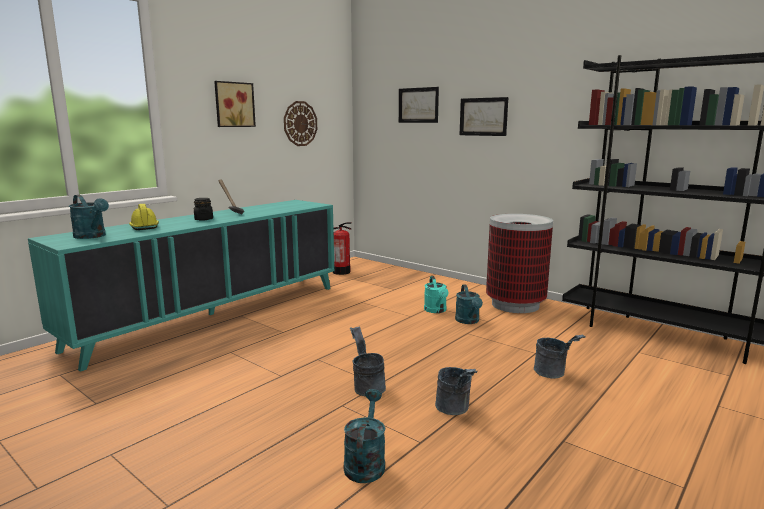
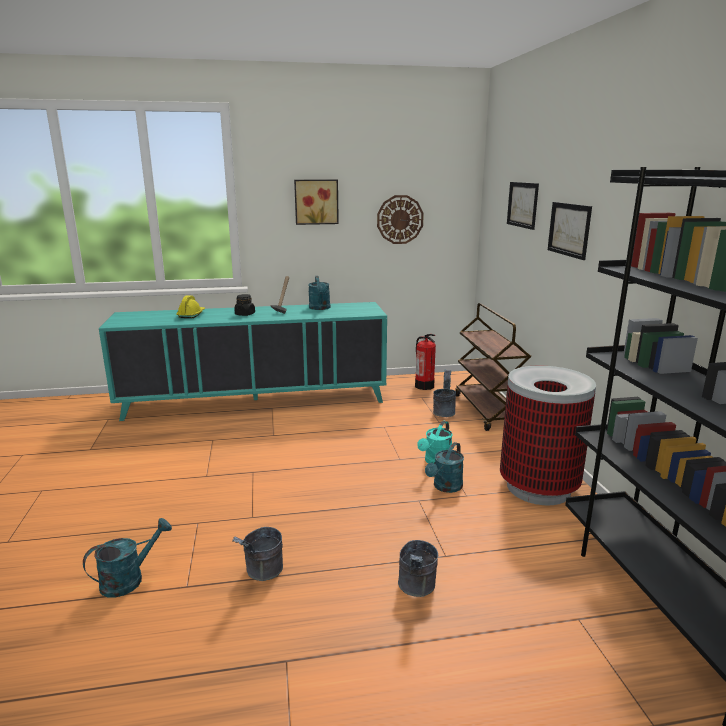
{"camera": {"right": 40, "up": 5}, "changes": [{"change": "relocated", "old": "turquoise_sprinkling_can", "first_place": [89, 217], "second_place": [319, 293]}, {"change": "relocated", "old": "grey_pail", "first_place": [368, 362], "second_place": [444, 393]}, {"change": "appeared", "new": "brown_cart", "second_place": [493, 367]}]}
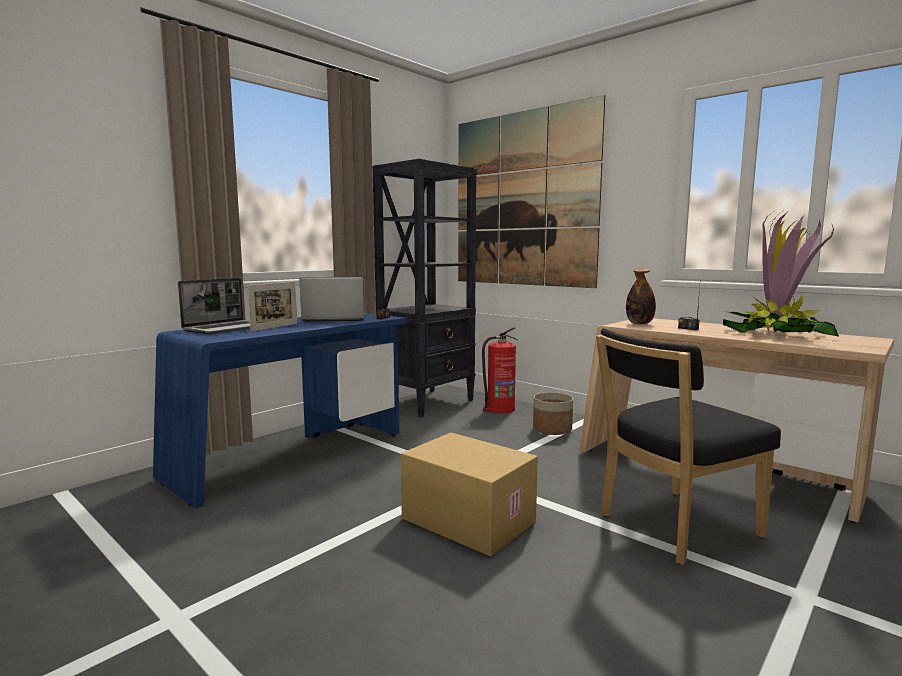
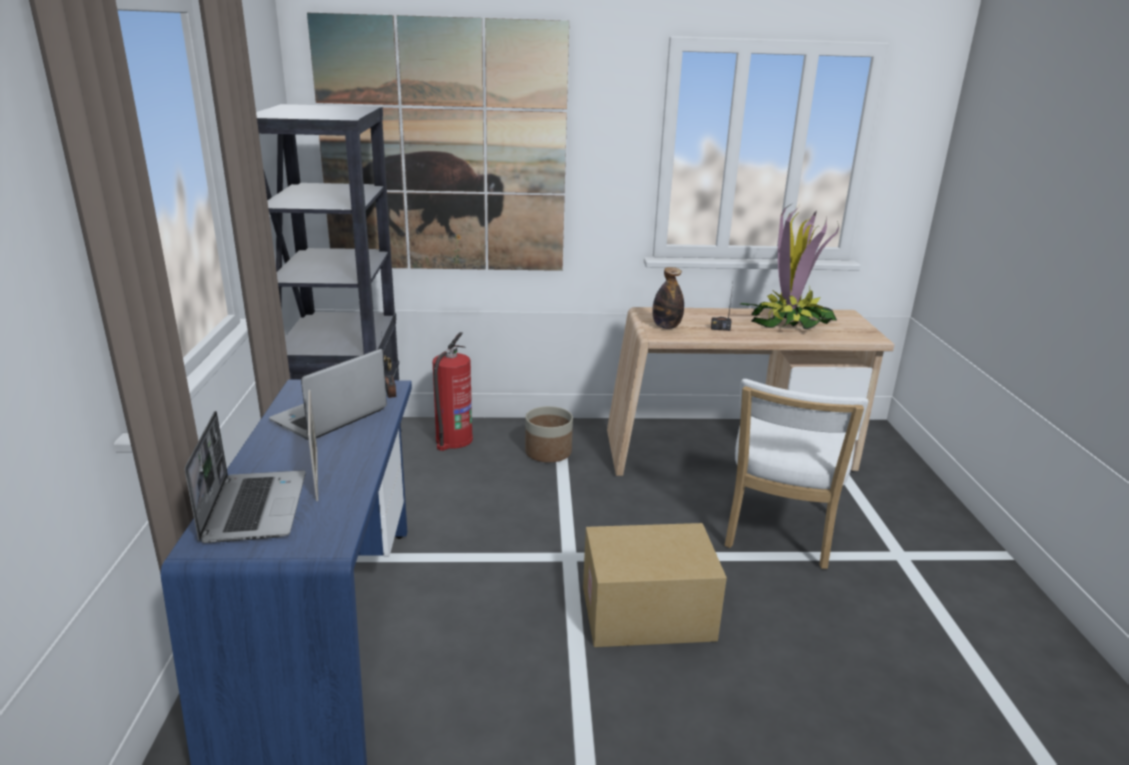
{"camera": {"right": -45, "up": 15}, "changes": [{"change": "colour", "old": "black_chair", "new": "white-coloured_chair", "first_place": [688, 447], "second_place": [796, 474]}]}
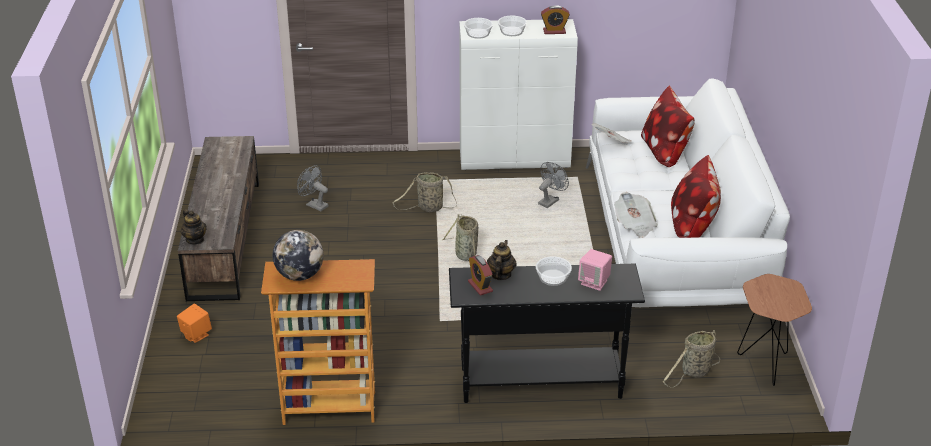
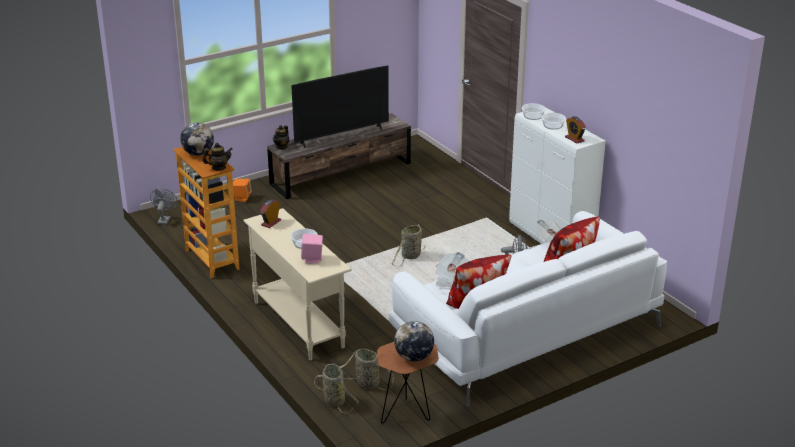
{"camera": {"right": 60, "up": -5}, "changes": [{"change": "relocated", "old": "grey_fan", "first_place": [313, 188], "second_place": [163, 206]}, {"change": "relocated", "old": "basket", "first_place": [424, 192], "second_place": [336, 388]}, {"change": "colour", "old": "black_console_table", "new": "sand-coloured_console_table", "first_place": [547, 333], "second_place": [297, 284]}, {"change": "relocated", "old": "pot_for_tea", "first_place": [502, 260], "second_place": [217, 157]}, {"change": "appeared", "new": "TV", "second_place": [340, 106]}, {"change": "appeared", "new": "globe", "second_place": [414, 341]}]}
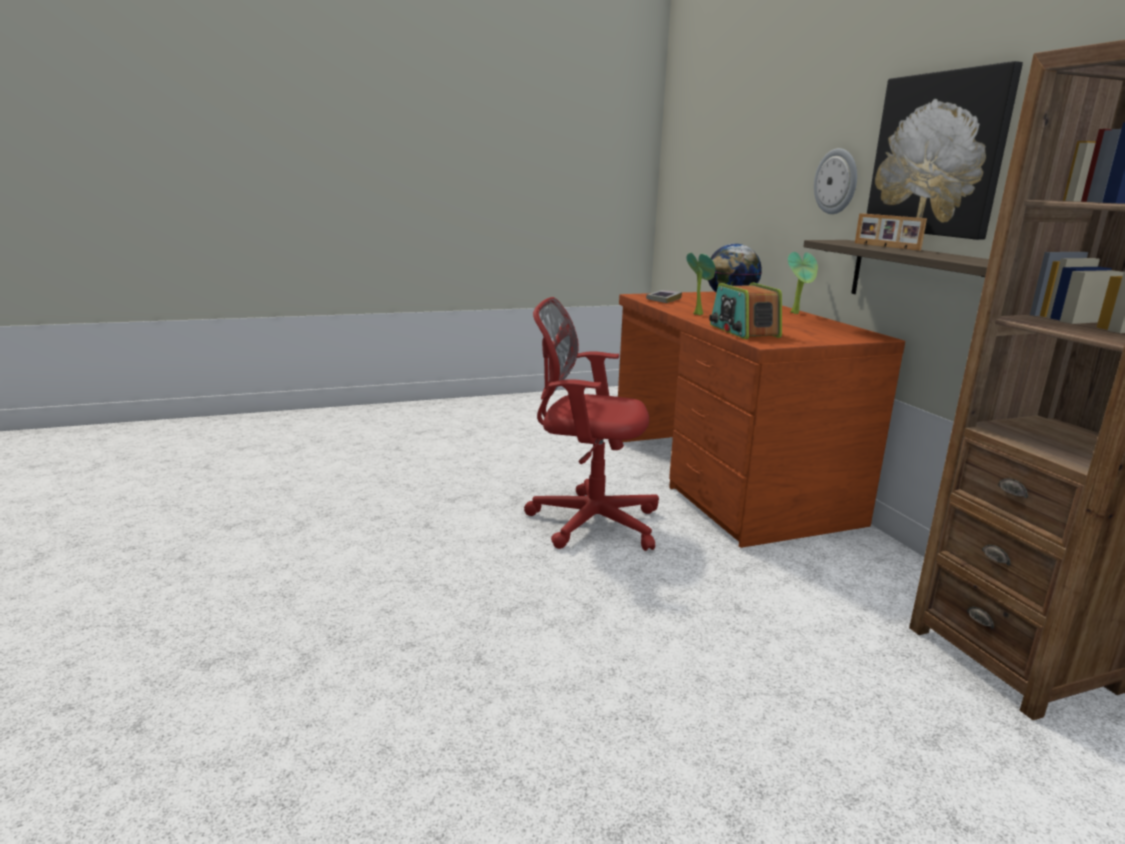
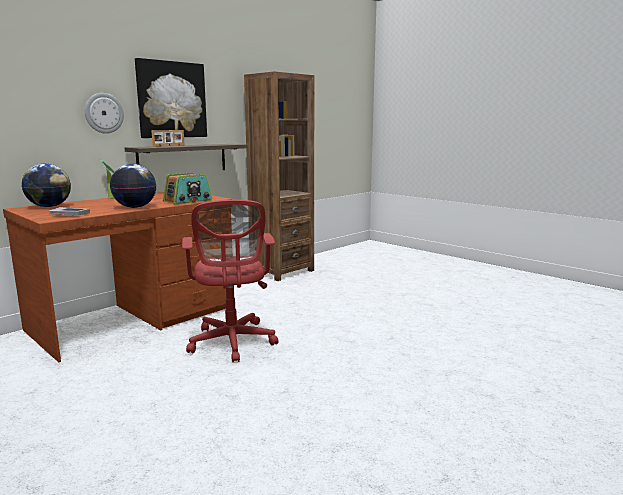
{"camera": {"right": -115, "up": -5}, "changes": [{"change": "exchanged", "old": "houseplant", "new": "globe", "first_place": [700, 284], "second_place": [133, 186]}]}
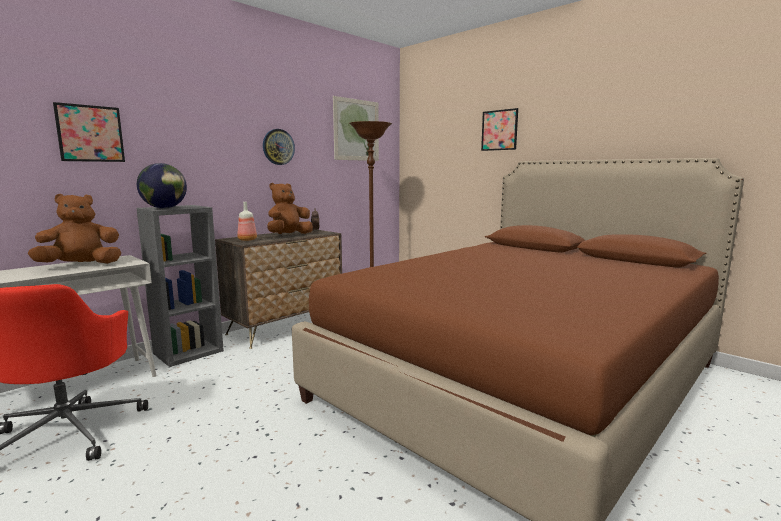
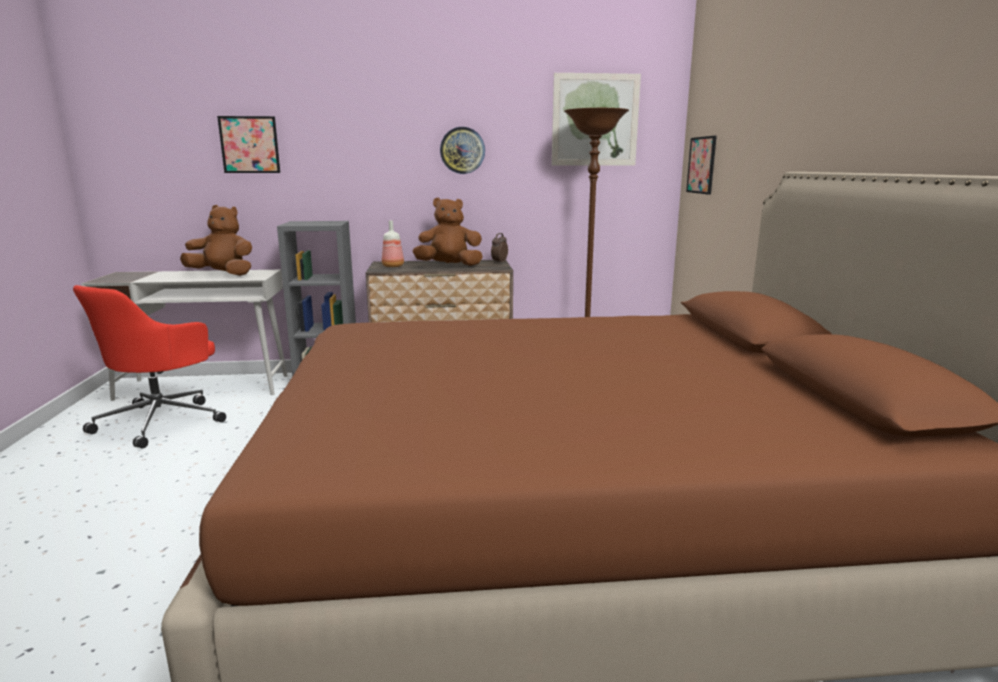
{"camera": {"right": 40, "up": 5}, "changes": [{"change": "missing", "old": "globe", "first_place": [162, 186]}, {"change": "relocated", "old": "wall_picture", "first_place": [499, 129], "second_place": [701, 165]}]}
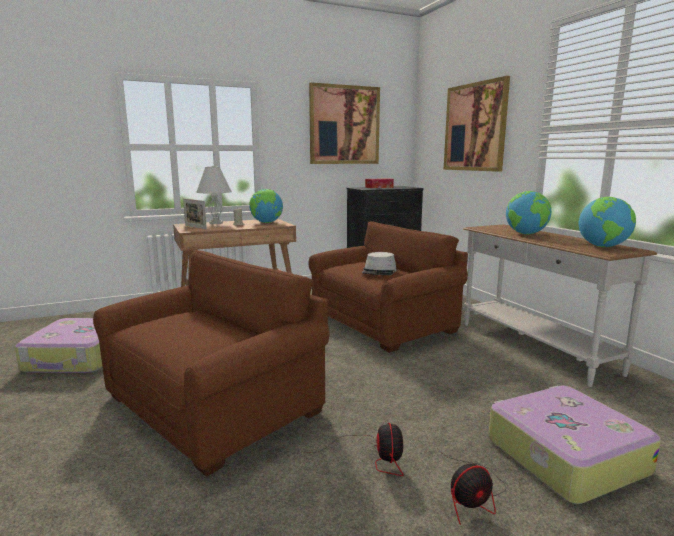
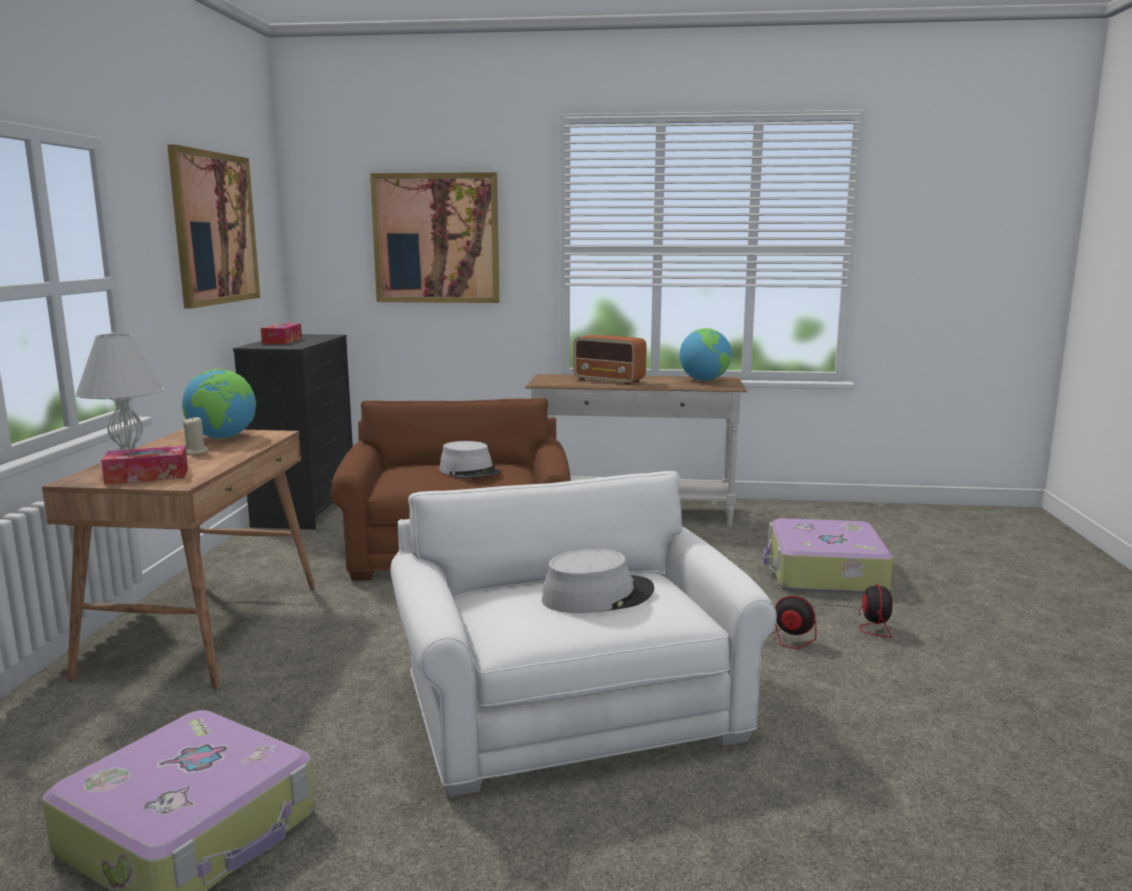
{"camera": {"right": -60, "up": 0}, "changes": [{"change": "colour", "old": "brown_easy_chair", "new": "white-coloured_easy_chair", "first_place": [211, 363], "second_place": [583, 634]}, {"change": "exchanged", "old": "picture_frame", "new": "tissue_holder", "first_place": [195, 214], "second_place": [144, 465]}, {"change": "exchanged", "old": "globe", "new": "radio_receiver", "first_place": [528, 212], "second_place": [610, 360]}, {"change": "appeared", "new": "grey_clothing_hat", "second_place": [598, 581]}]}
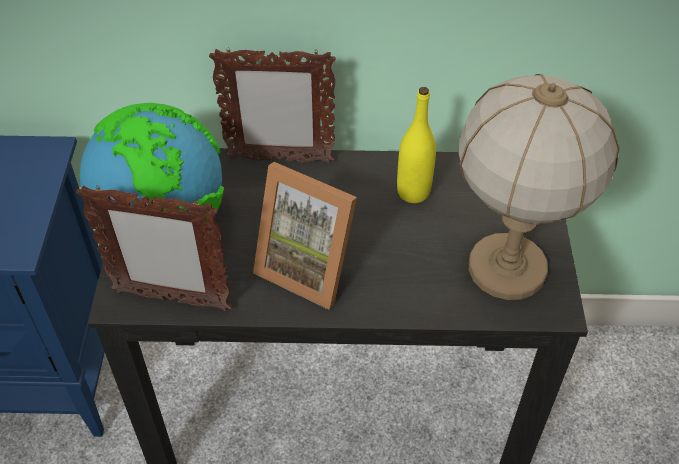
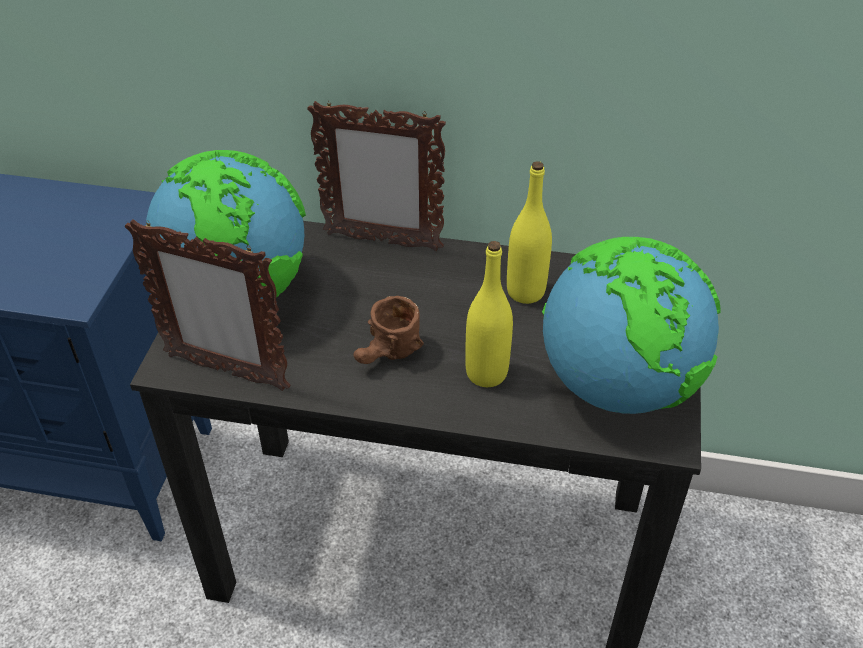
{"camera": {"right": 10, "up": -5}, "changes": [{"change": "exchanged", "old": "picture_frame", "new": "brown_coffee_mug", "first_place": [305, 236], "second_place": [388, 330]}, {"change": "exchanged", "old": "lamp_for_a_table", "new": "globe", "first_place": [538, 187], "second_place": [631, 325]}, {"change": "appeared", "new": "yellowish_drink_bottle", "second_place": [489, 314]}]}
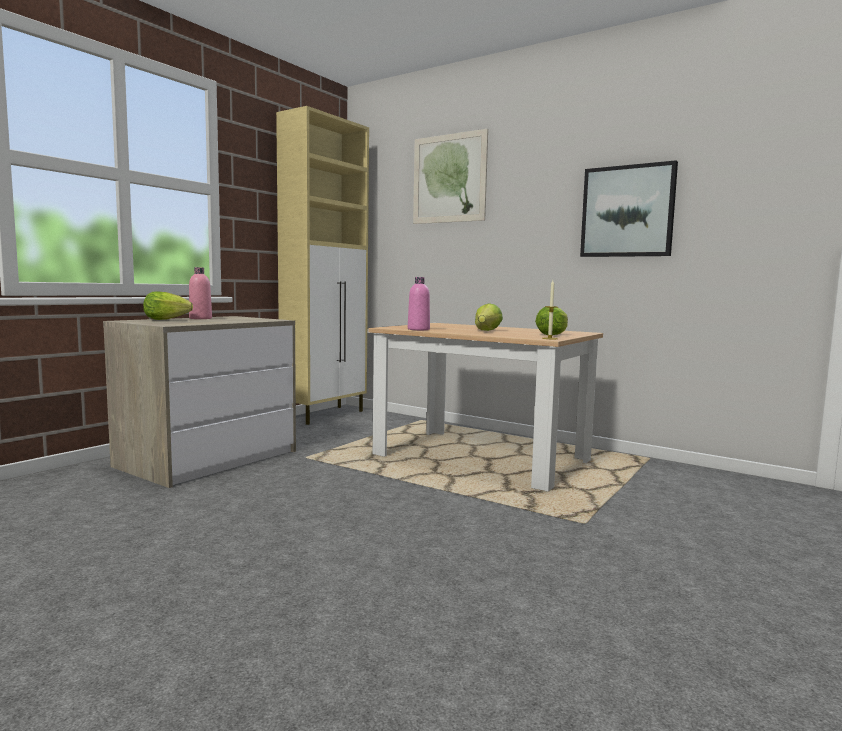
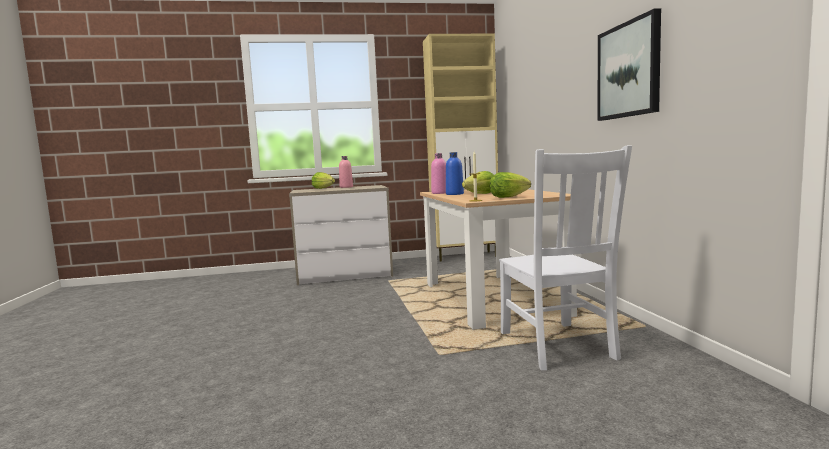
{"camera": {"right": 45, "up": 0}, "changes": [{"change": "missing", "old": "wall_picture", "first_place": [450, 176]}, {"change": "appeared", "new": "blue_drink_bottle", "second_place": [455, 173]}, {"change": "appeared", "new": "white-coloured_chair", "second_place": [565, 257]}]}
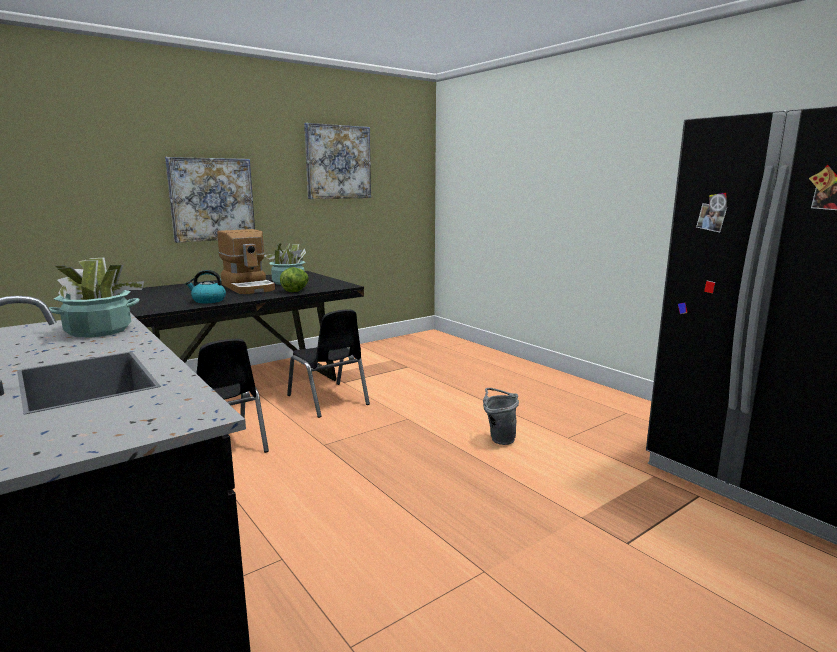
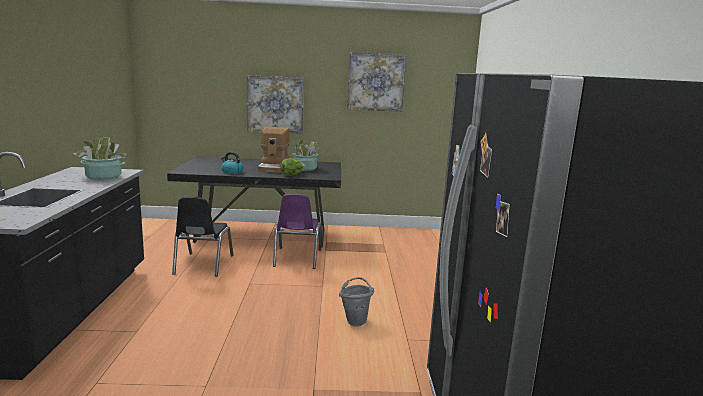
{"camera": {"right": 35, "up": 0}, "changes": [{"change": "colour", "old": "black_chair", "new": "purple-coloured_chair", "first_place": [328, 363], "second_place": [297, 231]}]}
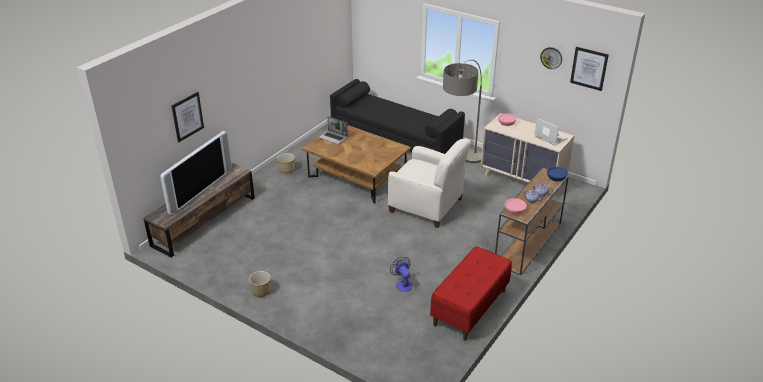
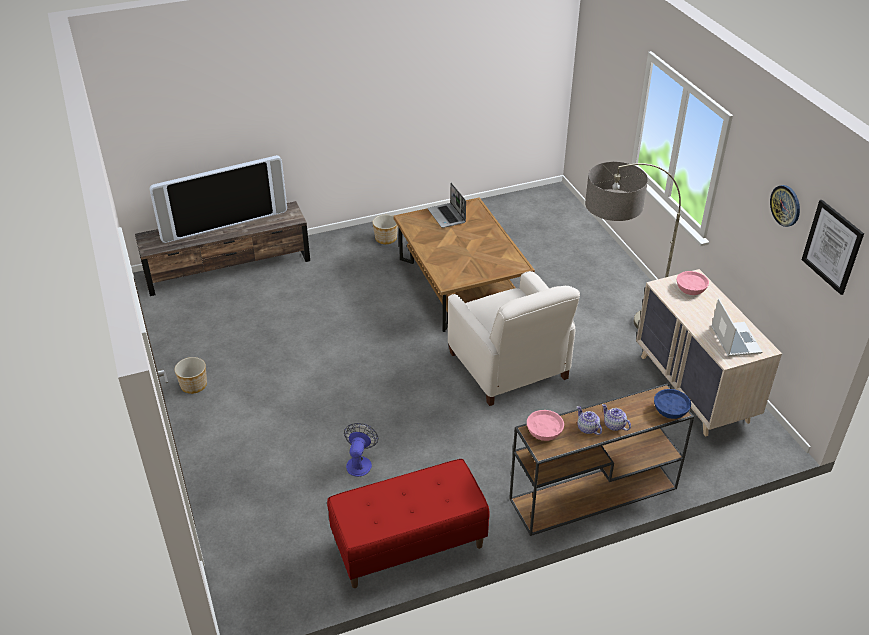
{"camera": {"right": 35, "up": 5}, "changes": [{"change": "missing", "old": "wall_picture", "first_place": [187, 117]}, {"change": "missing", "old": "black_couch", "first_place": [397, 116]}]}
